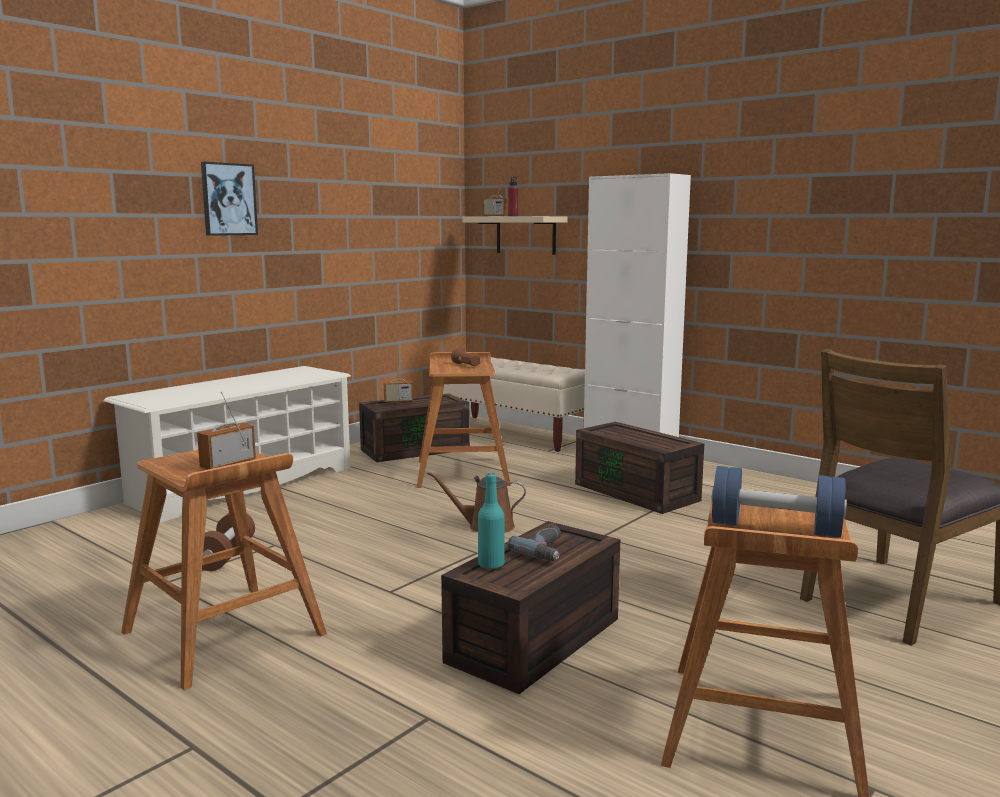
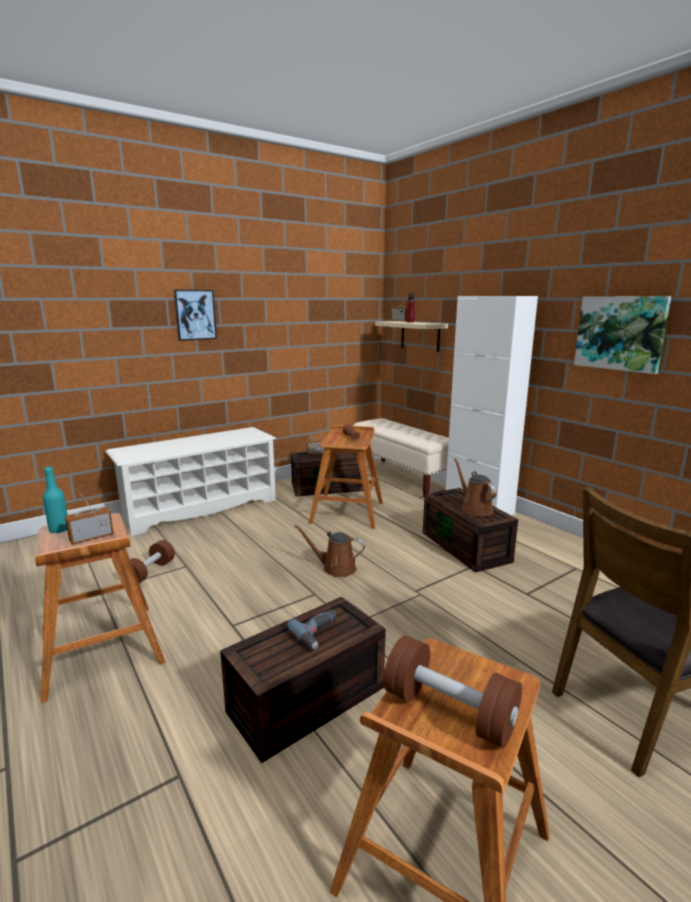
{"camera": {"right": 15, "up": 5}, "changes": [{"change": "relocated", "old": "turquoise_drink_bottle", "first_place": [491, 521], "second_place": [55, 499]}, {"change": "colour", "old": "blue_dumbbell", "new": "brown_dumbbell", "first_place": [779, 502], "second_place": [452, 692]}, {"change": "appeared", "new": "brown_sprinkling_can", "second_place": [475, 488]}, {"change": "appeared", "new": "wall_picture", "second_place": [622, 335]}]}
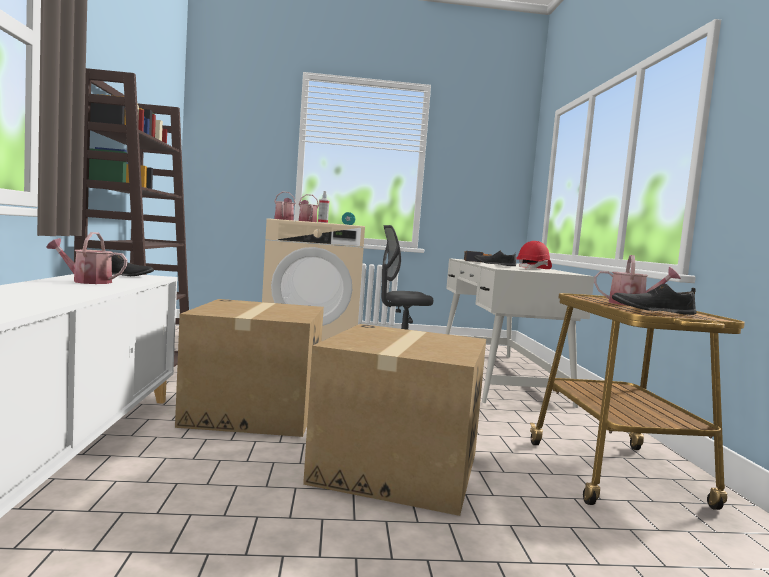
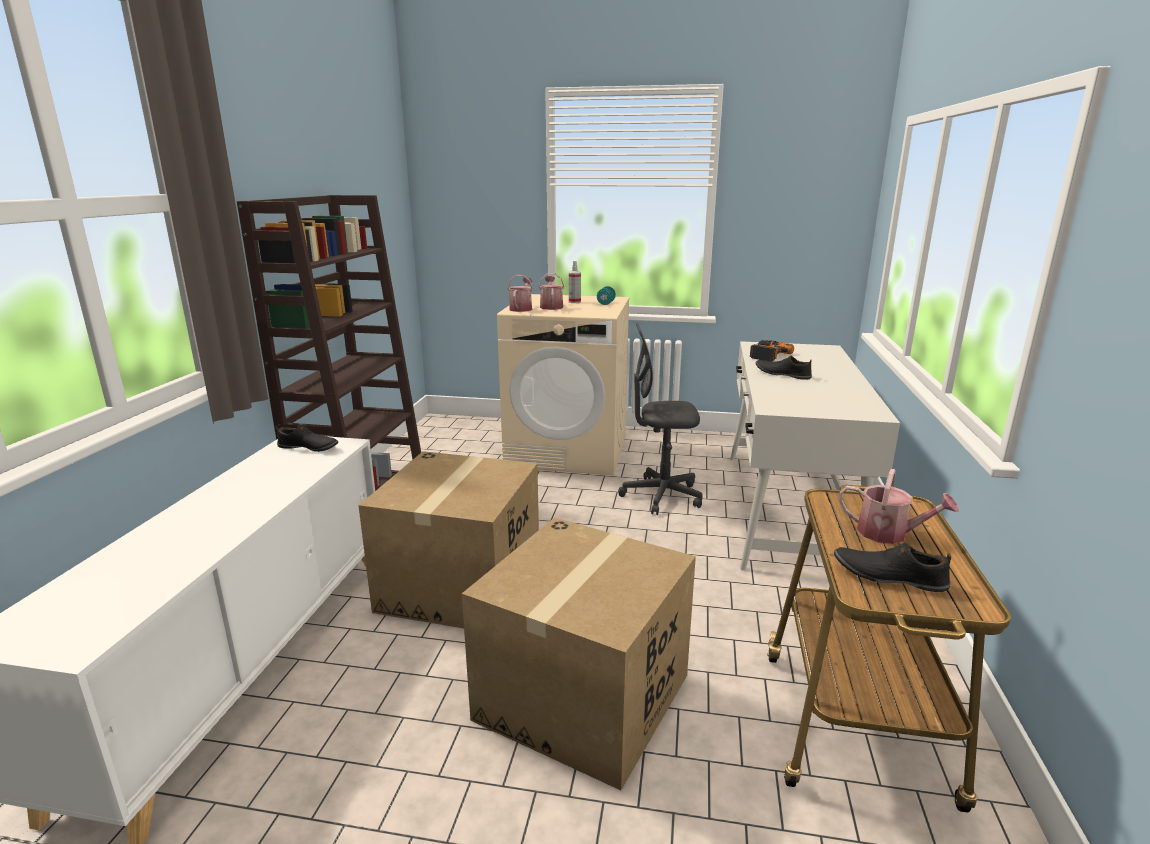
{"camera": {"right": 15, "up": 15}, "changes": [{"change": "missing", "old": "sprinkling_can", "first_place": [86, 258]}, {"change": "missing", "old": "reddish_work_helmet", "first_place": [534, 255]}]}
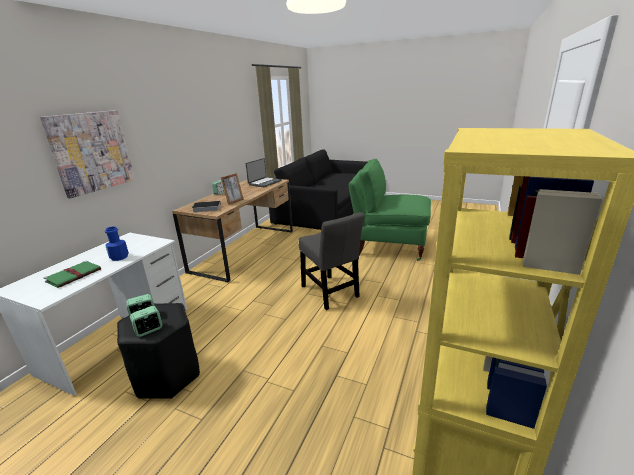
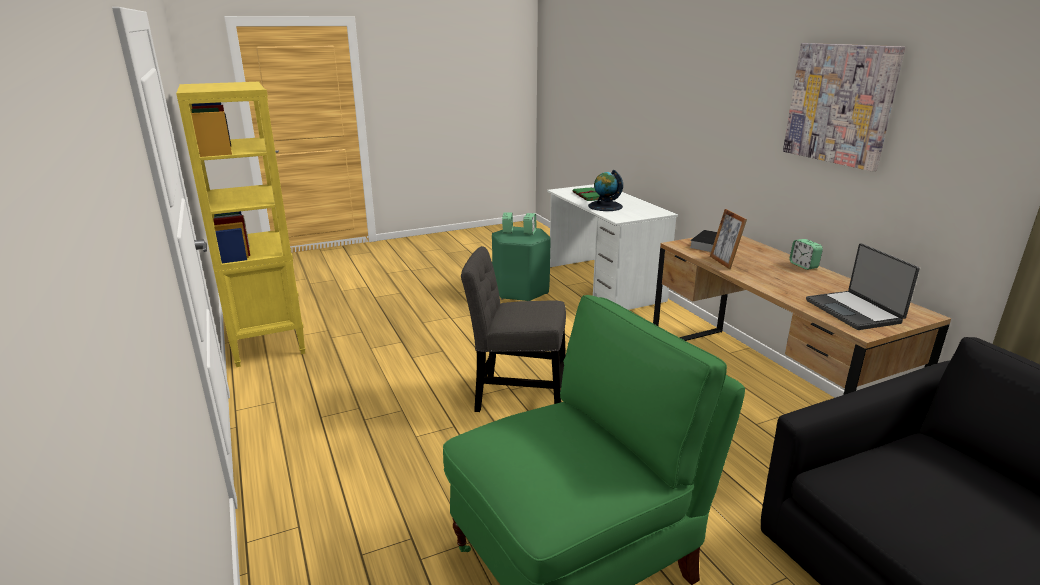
{"camera": {"right": 130, "up": 0}, "changes": [{"change": "relocated", "old": "wall_picture", "first_place": [87, 154], "second_place": [844, 107]}, {"change": "exchanged", "old": "blue_drink_bottle", "new": "globe", "first_place": [117, 244], "second_place": [605, 190]}, {"change": "colour", "old": "black_stool_seat", "new": "green_stool_seat", "first_place": [158, 351], "second_place": [521, 264]}]}
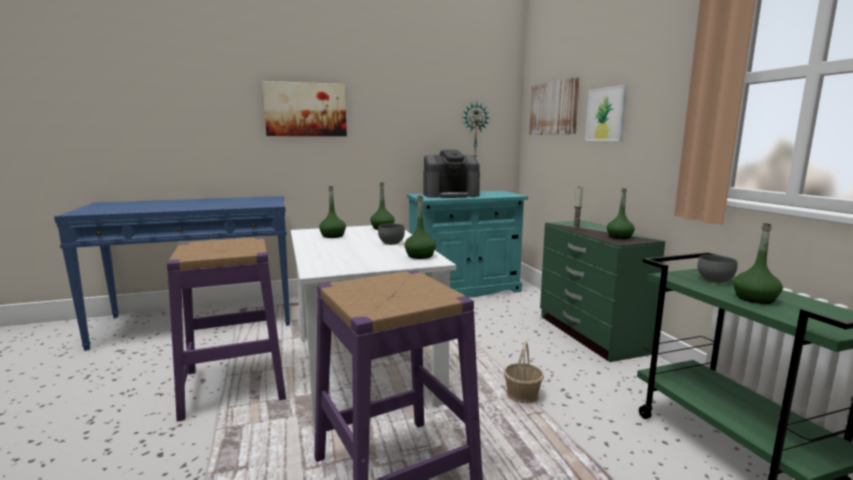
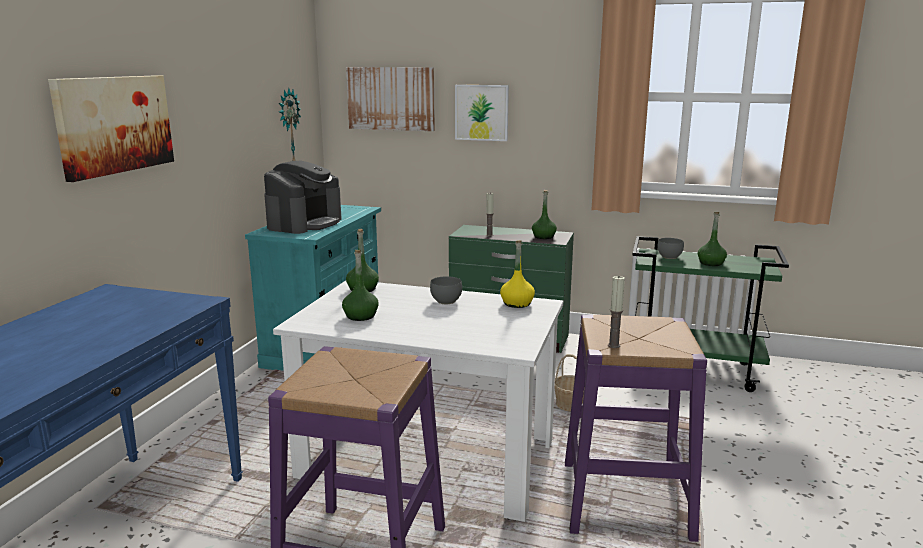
{"camera": {"right": -55, "up": 5}, "changes": [{"change": "colour", "old": "green_drink_bottle", "new": "yellowish_drink_bottle", "first_place": [420, 227], "second_place": [517, 274]}, {"change": "appeared", "new": "candle", "second_place": [616, 312]}]}
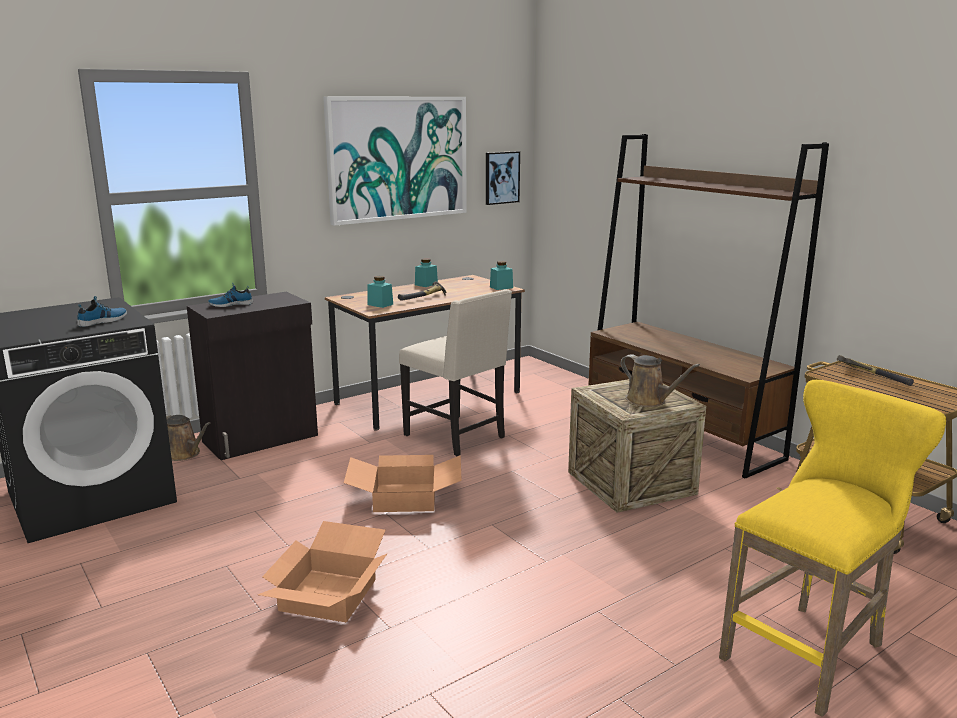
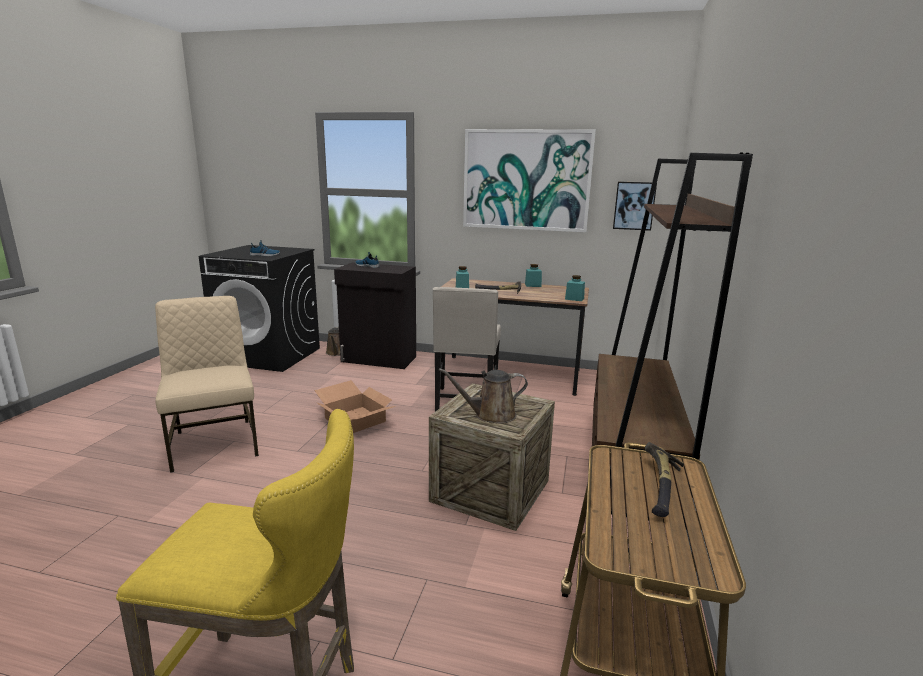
{"camera": {"right": 50, "up": 0}, "changes": [{"change": "exchanged", "old": "cardboard_box", "new": "sand-coloured_chair", "first_place": [322, 571], "second_place": [207, 384]}, {"change": "spun", "old": "brown_sprinkling_can", "first_place": [660, 380], "second_place": [483, 396], "degrees": 75}]}
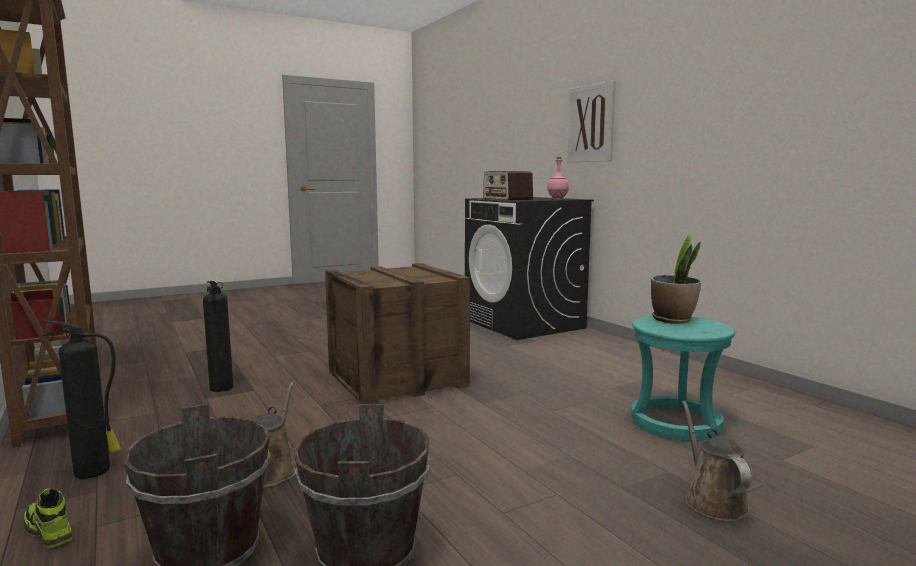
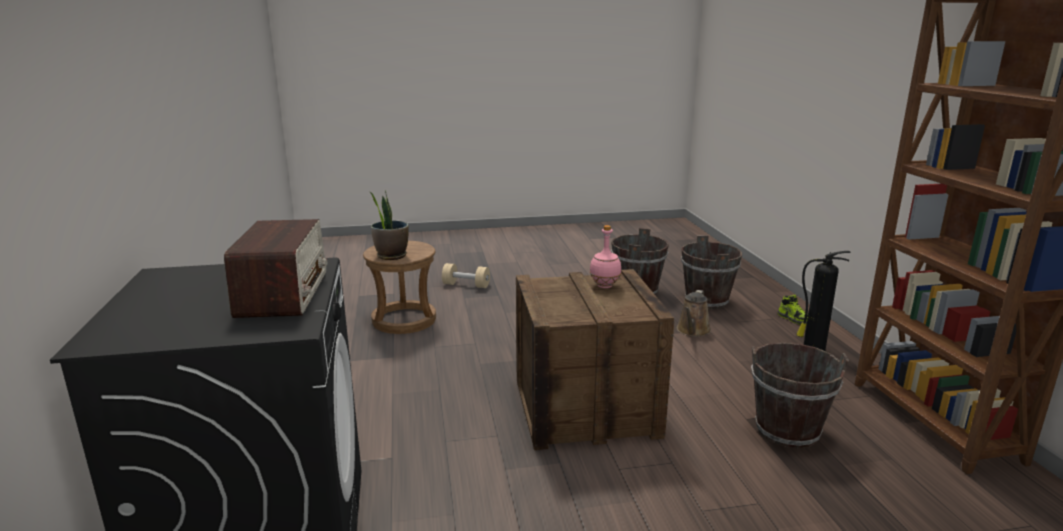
{"camera": {"right": -160, "up": 10}, "changes": [{"change": "exchanged", "old": "fire-fighting_cylinder", "new": "brown_pail", "first_place": [218, 336], "second_place": [800, 395]}, {"change": "relocated", "old": "pinkish_drink_bottle", "first_place": [558, 178], "second_place": [606, 256]}, {"change": "missing", "old": "wall_picture", "first_place": [592, 121]}, {"change": "colour", "old": "turquoise_stool_seat", "new": "brown_stool_seat", "first_place": [683, 378], "second_place": [399, 287]}, {"change": "exchanged", "old": "brown_sprinkling_can", "new": "sand-coloured_dumbbell", "first_place": [716, 461], "second_place": [466, 275]}]}
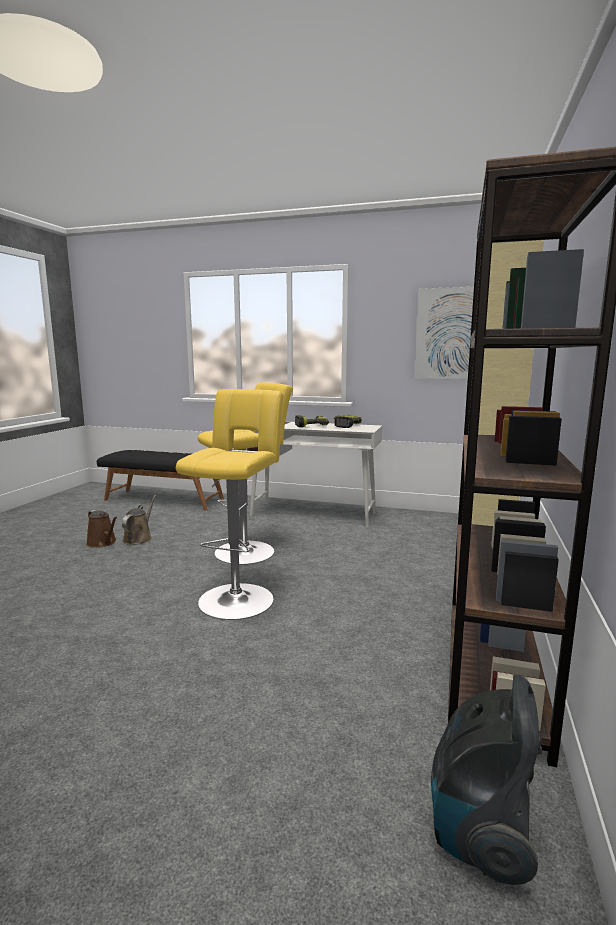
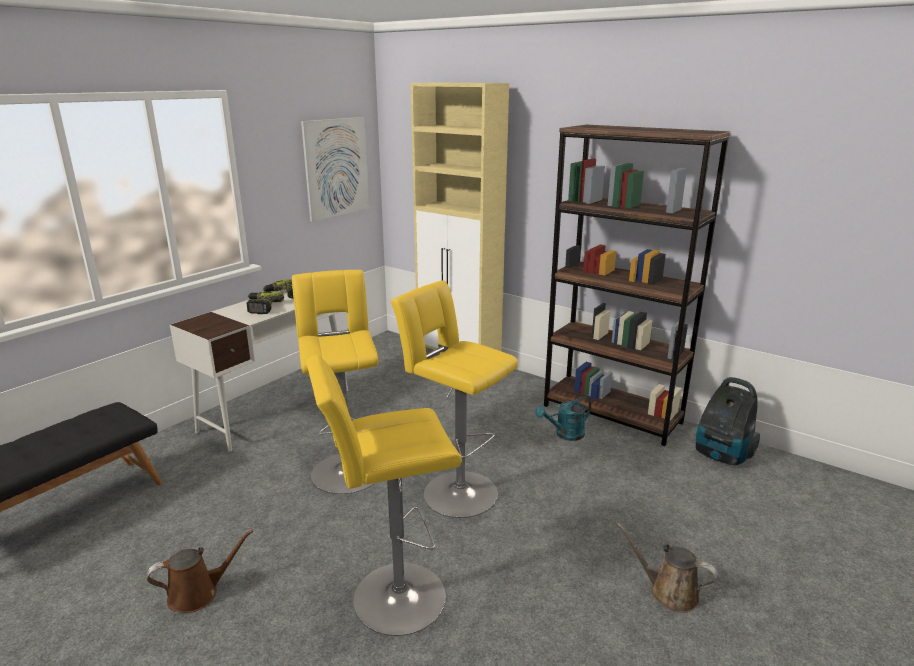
{"camera": {"right": -70, "up": 10}, "changes": [{"change": "relocated", "old": "brown_sprinkling_can", "first_place": [139, 520], "second_place": [667, 568]}, {"change": "appeared", "new": "yellowish_stool_seat", "second_place": [384, 495]}, {"change": "appeared", "new": "turquoise_sprinkling_can", "second_place": [563, 419]}]}
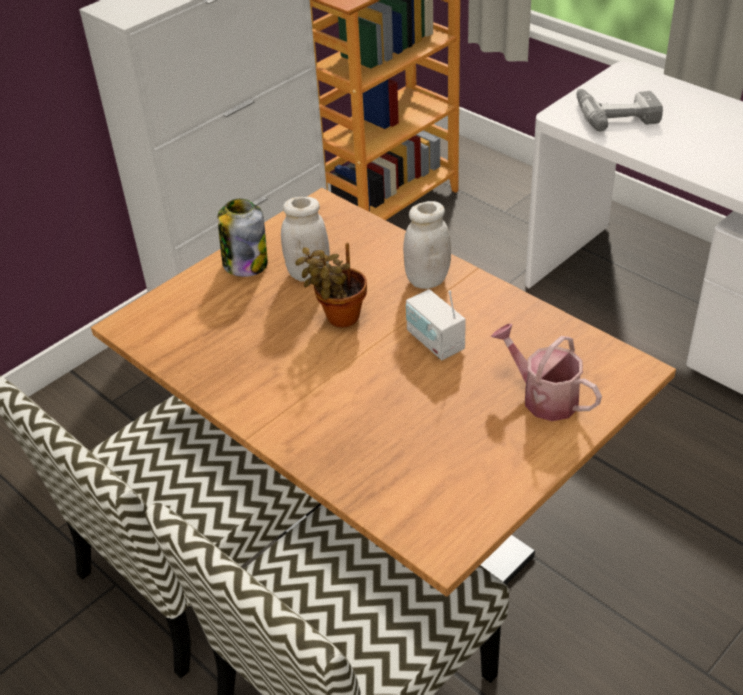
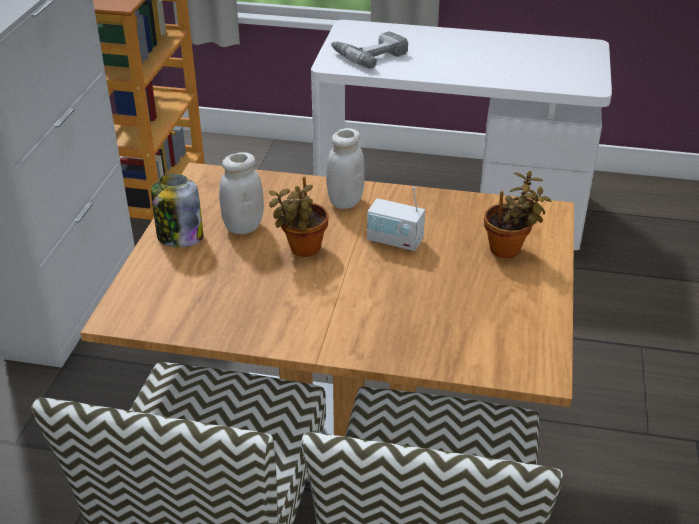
{"camera": {"right": -35, "up": -5}, "changes": [{"change": "exchanged", "old": "sprinkling_can", "new": "houseplant", "first_place": [546, 372], "second_place": [517, 214]}]}
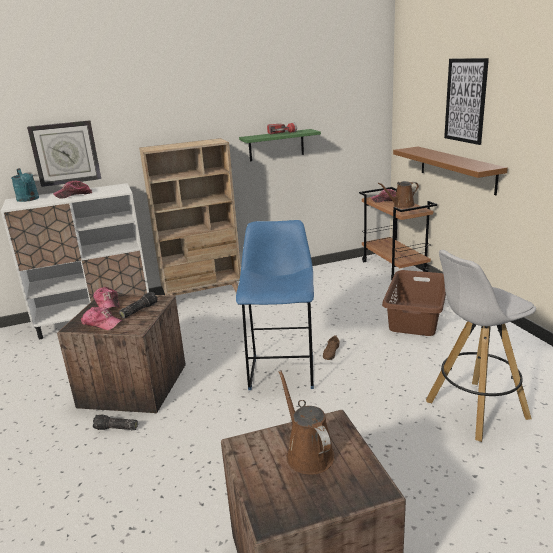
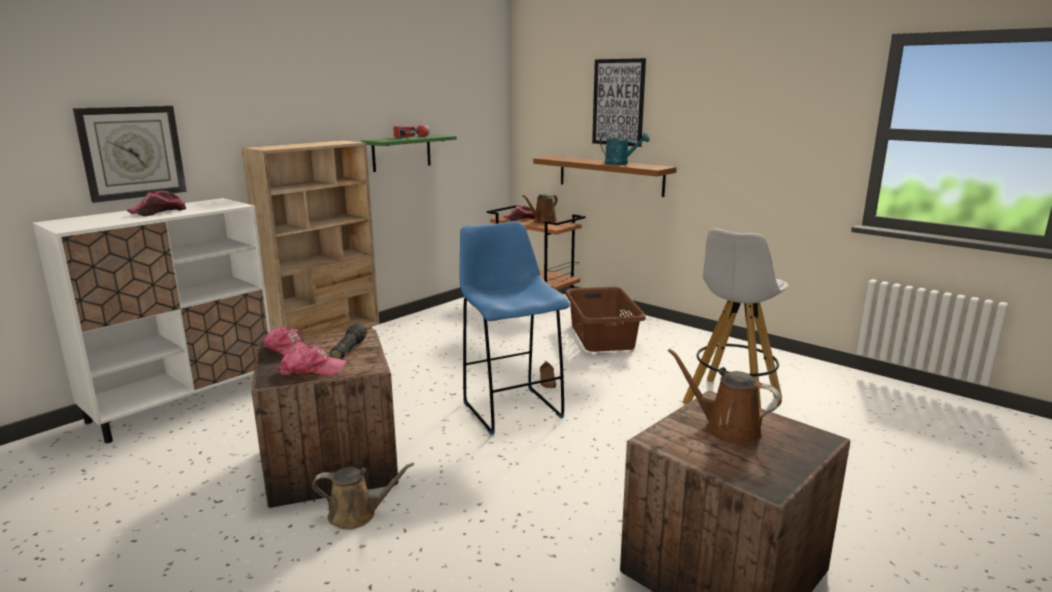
{"camera": {"right": -30, "up": -5}, "changes": [{"change": "relocated", "old": "turquoise_sprinkling_can", "first_place": [25, 185], "second_place": [625, 148]}, {"change": "exchanged", "old": "torch", "new": "brown_sprinkling_can", "first_place": [115, 422], "second_place": [363, 496]}]}
